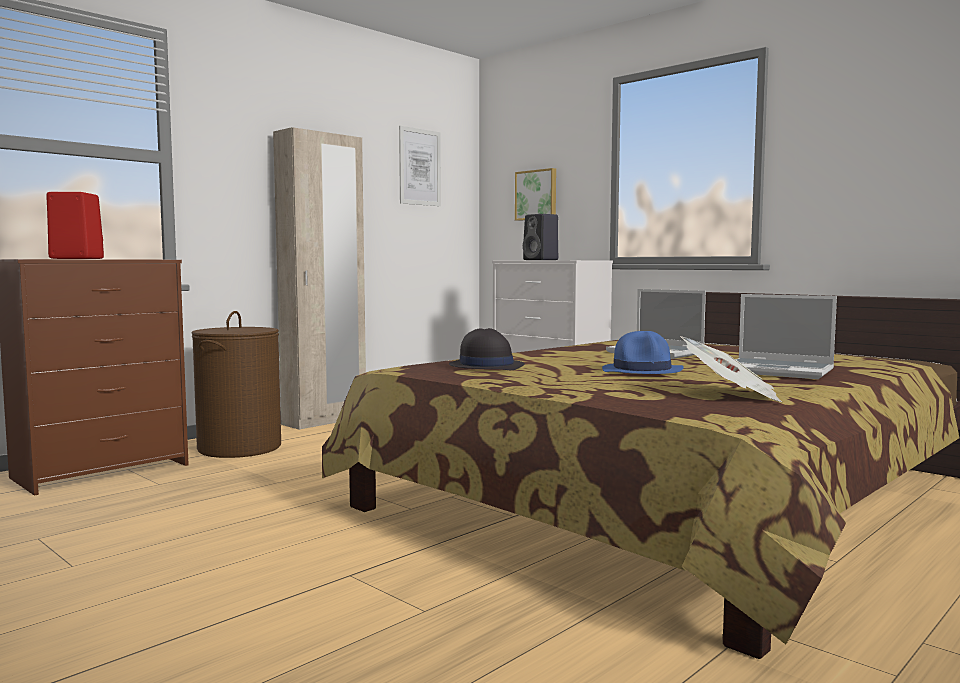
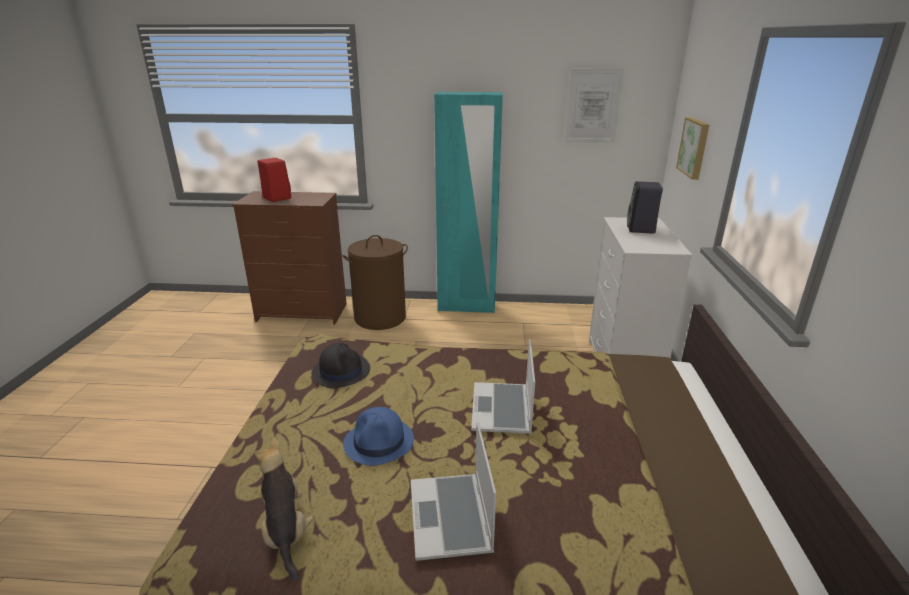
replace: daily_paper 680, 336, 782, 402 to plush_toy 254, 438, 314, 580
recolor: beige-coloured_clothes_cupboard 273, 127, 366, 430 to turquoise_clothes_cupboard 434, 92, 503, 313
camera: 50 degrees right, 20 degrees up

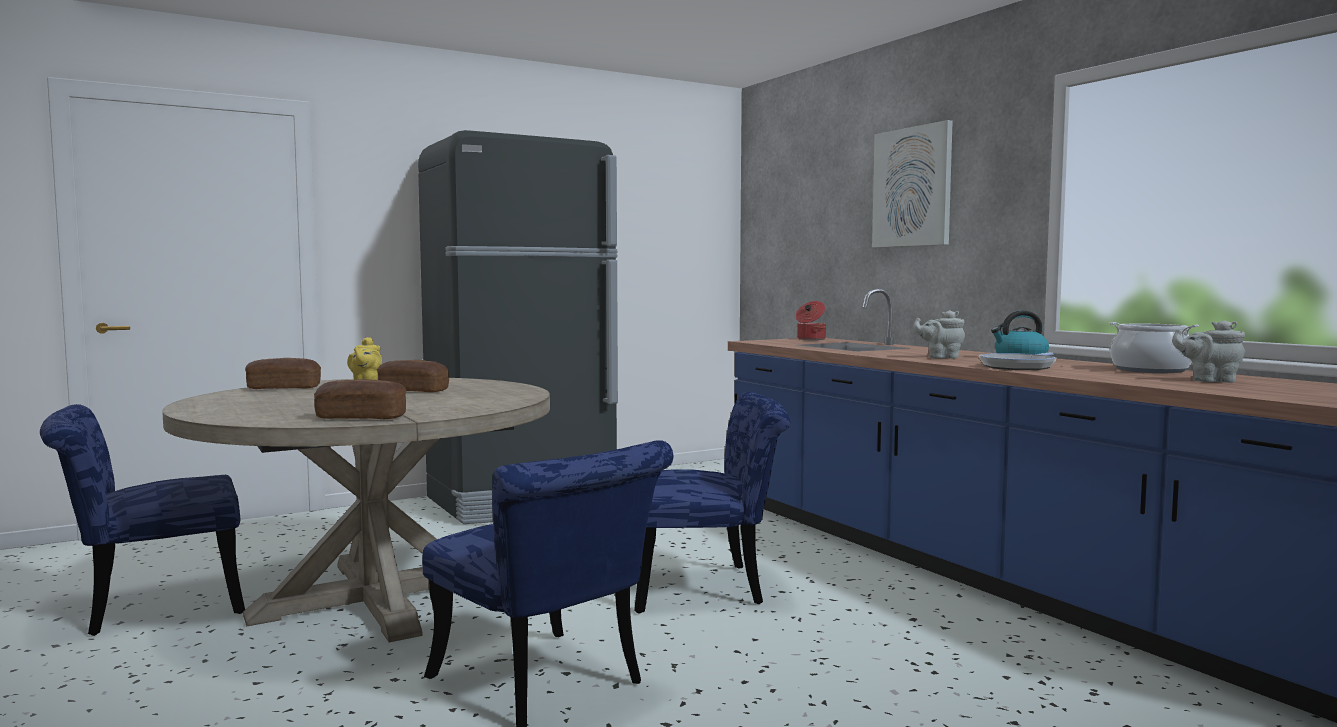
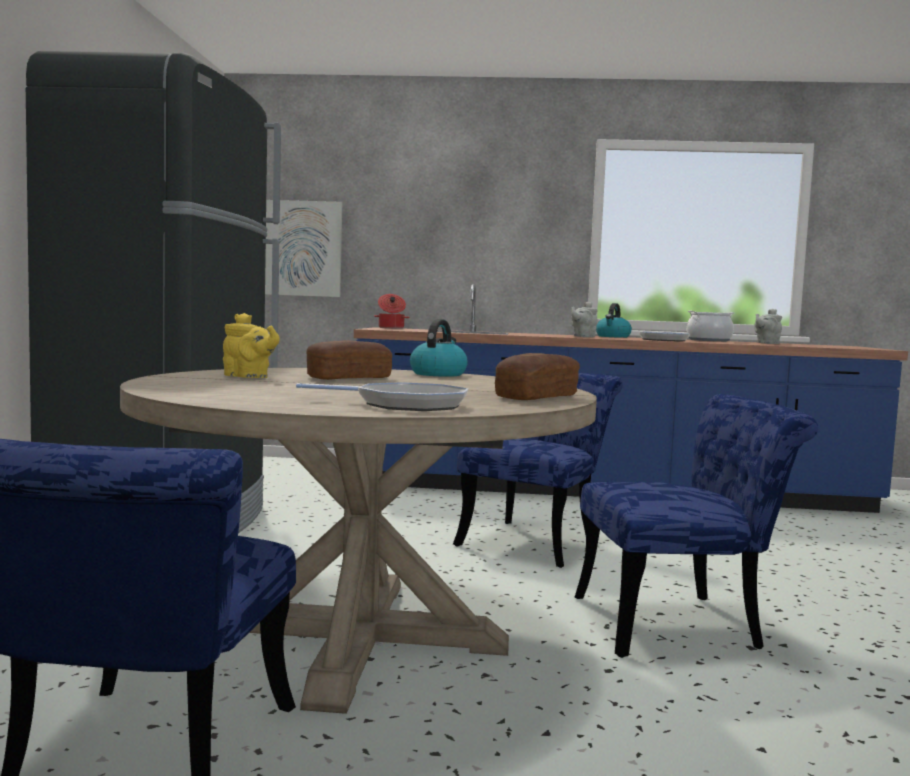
delete: bakery_bread 245, 358, 321, 389
insert: pan 296, 382, 468, 411; kettle 410, 319, 468, 377
move: picture 872, 120, 953, 247 to 265, 200, 342, 297
camera: 55 degrees left, 0 degrees up

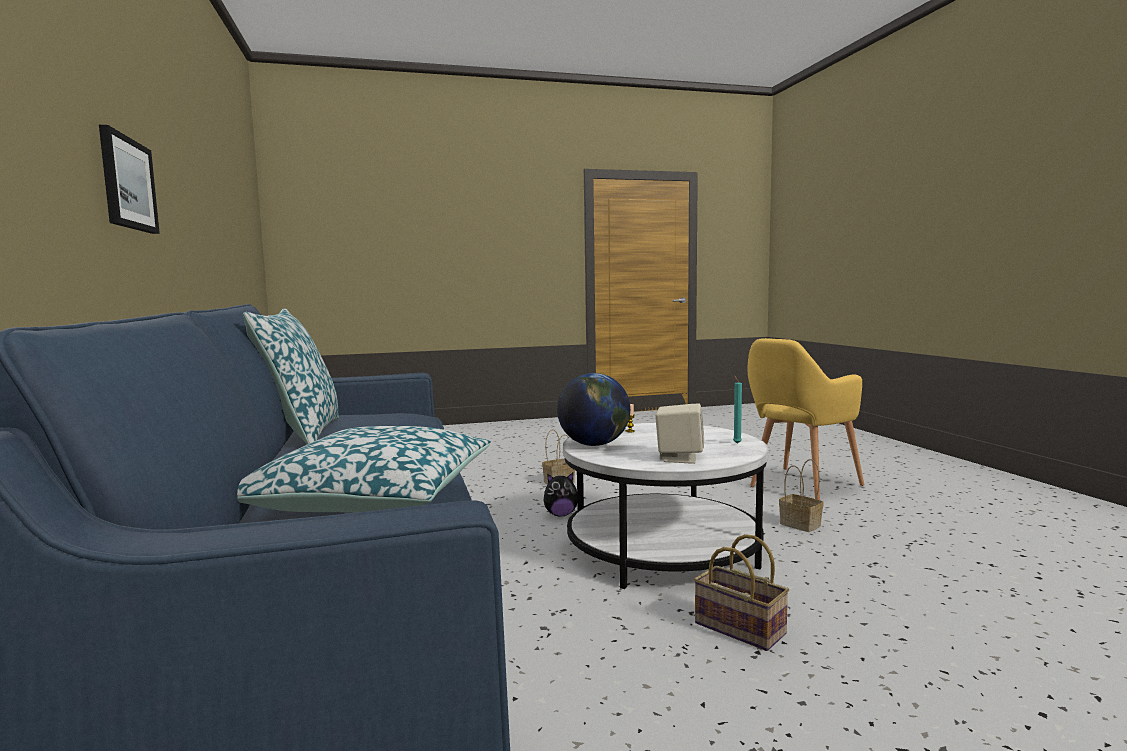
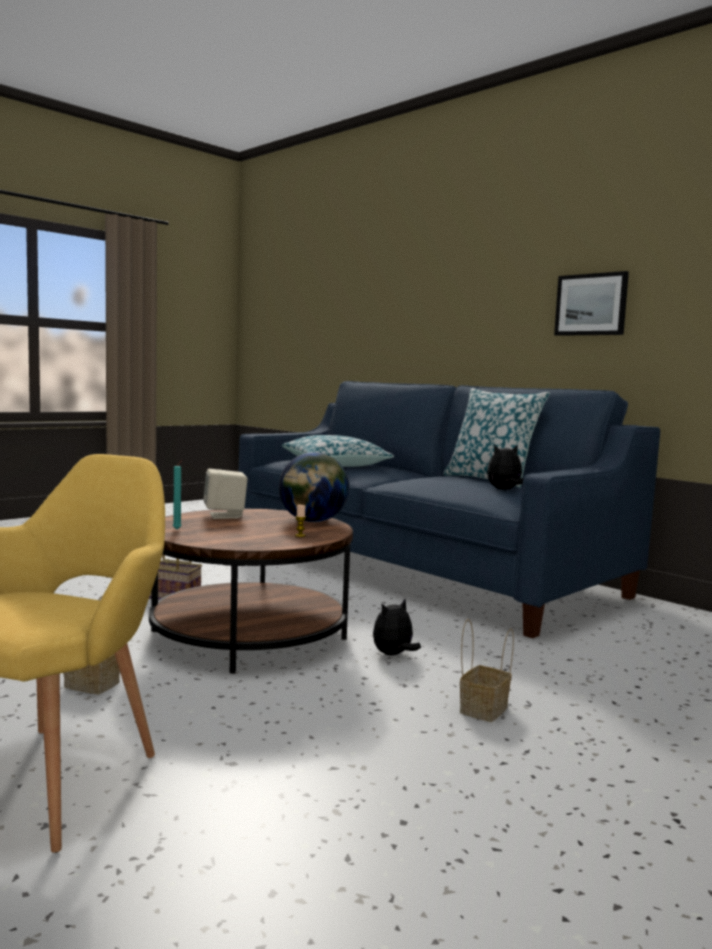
insert: plush_toy 487, 445, 523, 490
recolor: white-coloured_lounge_table 563, 423, 769, 589 to brown_lounge_table 149, 509, 353, 674
camera: 150 degrees right, 0 degrees up

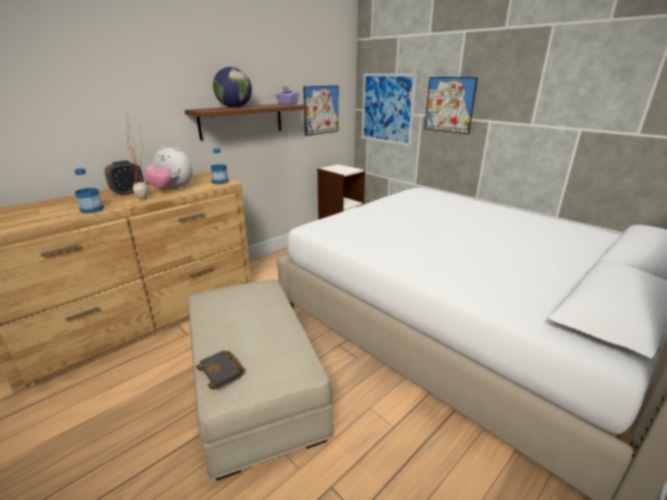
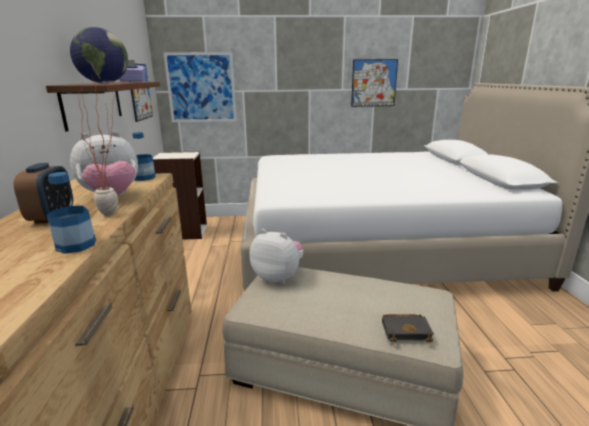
insert: plush_toy 250, 229, 304, 285
move: picture 424, 77, 478, 134 to 351, 59, 398, 107
camera: 50 degrees left, 5 degrees down

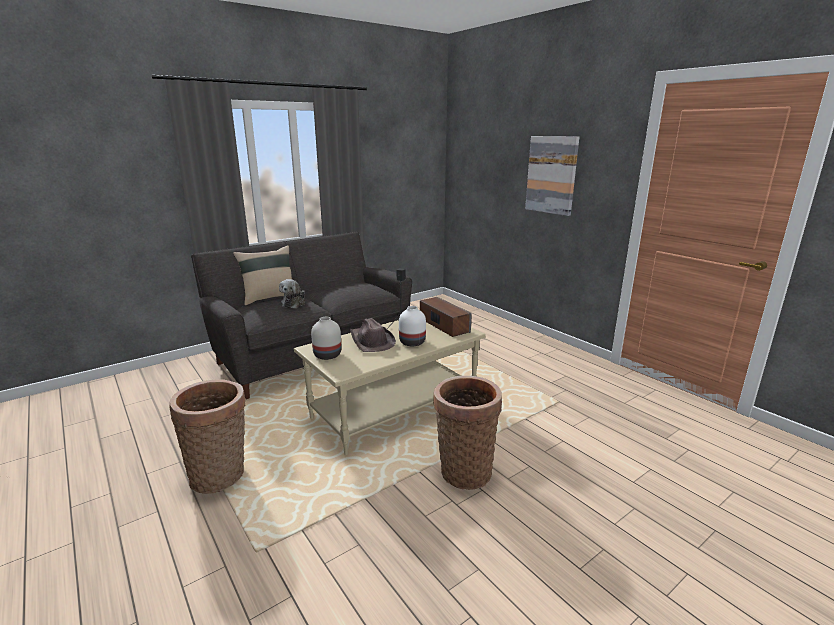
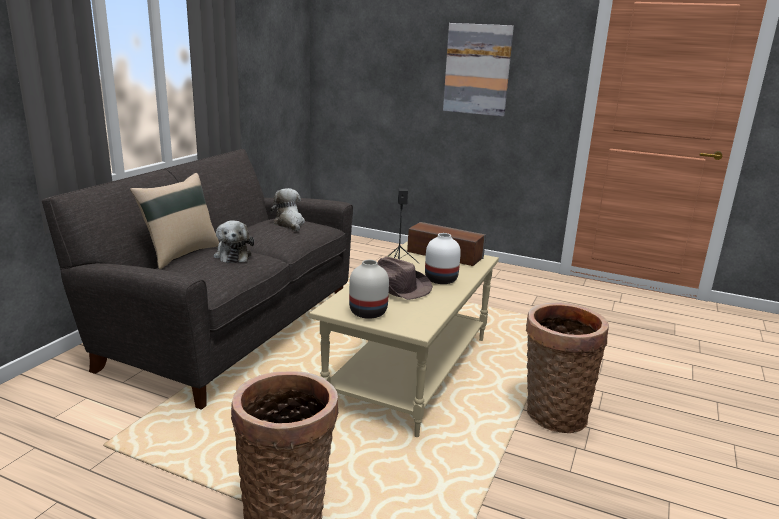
insert: plush_toy 270, 188, 305, 231
camera: 30 degrees left, 0 degrees up

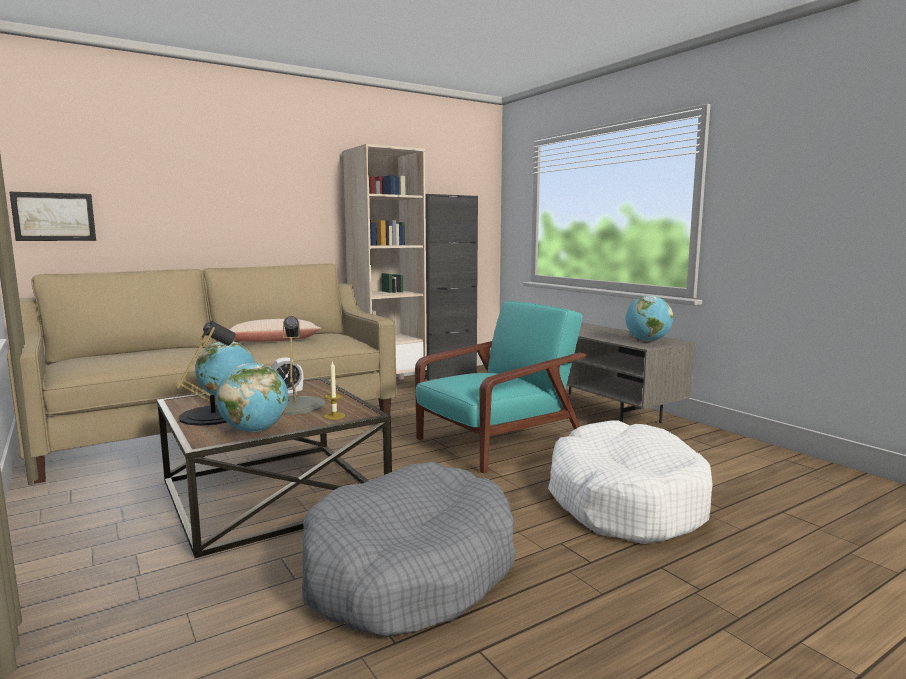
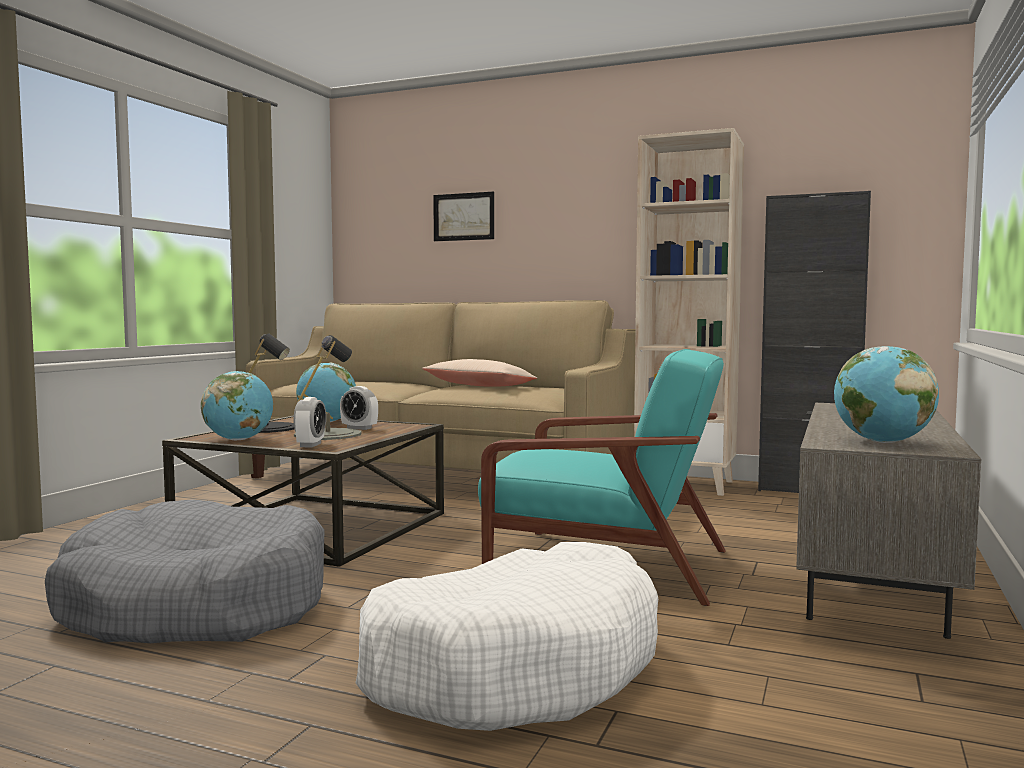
move: picture 9, 192, 96, 241 to 433, 191, 494, 241
replace: candle 324, 361, 345, 420 to bedside_clock 293, 397, 326, 448
camera: 55 degrees right, 5 degrees down

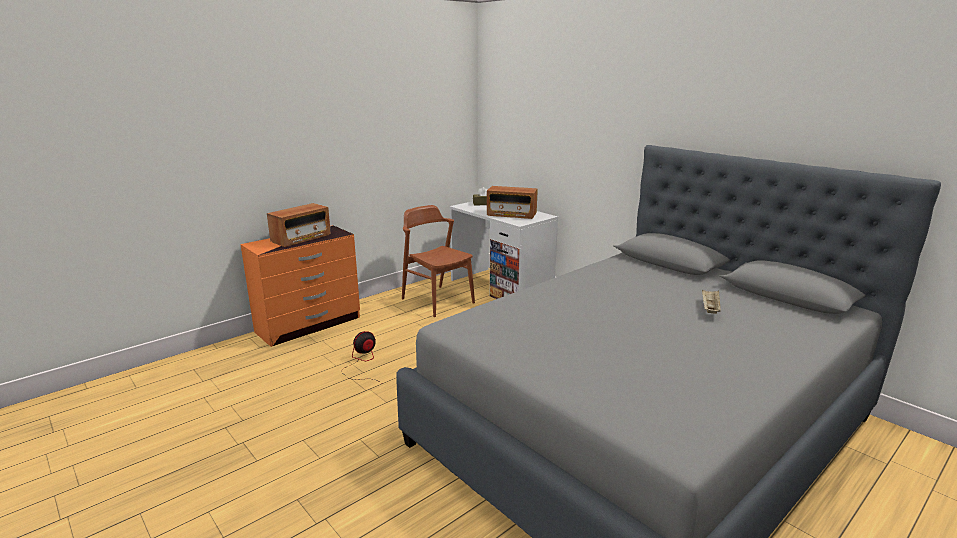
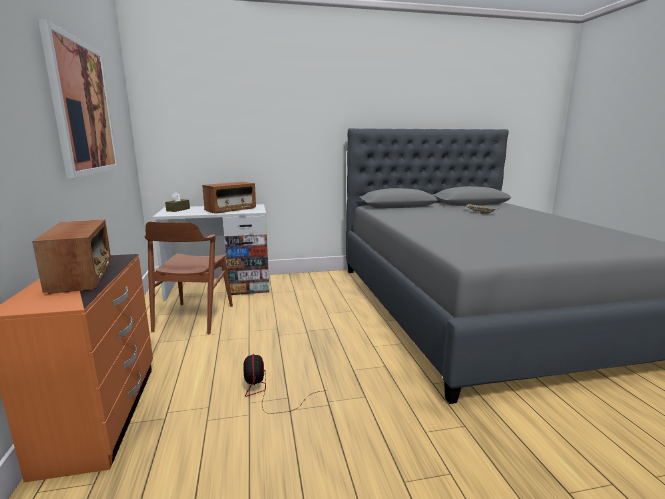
insert: picture 38, 19, 119, 178
rotate: brown_plain_chair 402, 205, 475, 317 = 144, 222, 233, 334 75 degrees counterclockwise
camera: 60 degrees left, 5 degrees down

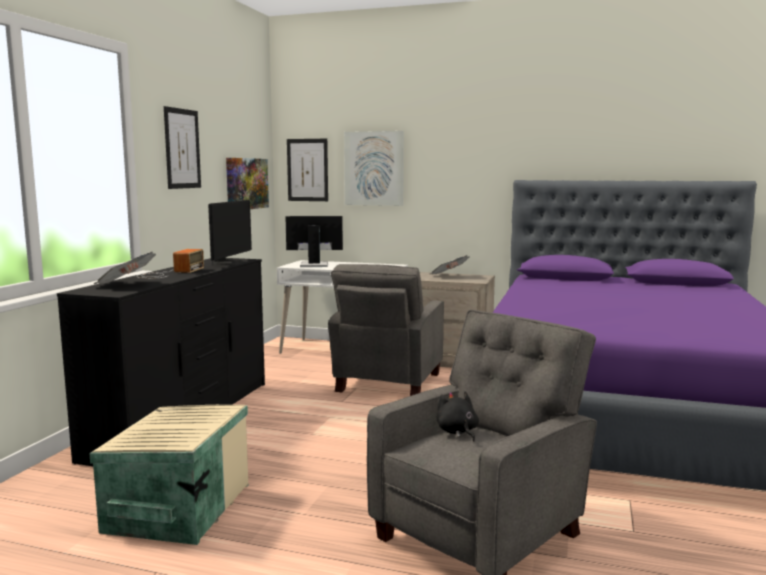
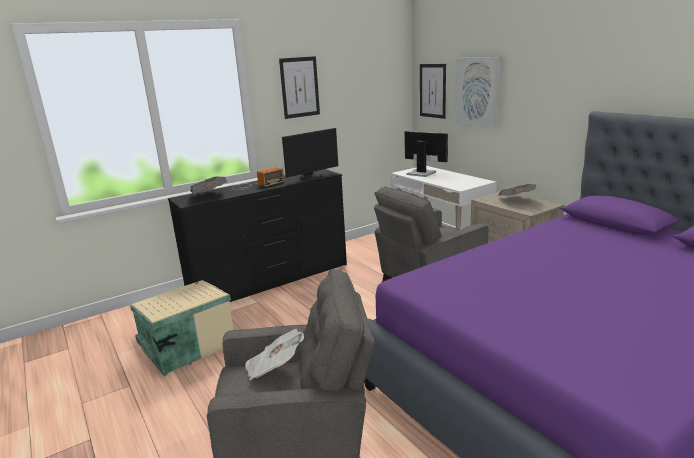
delete: picture 226, 158, 269, 209
replace: black_plush_toy 436, 391, 479, 441 to daily_paper 245, 329, 304, 381
camera: 40 degrees right, 10 degrees up

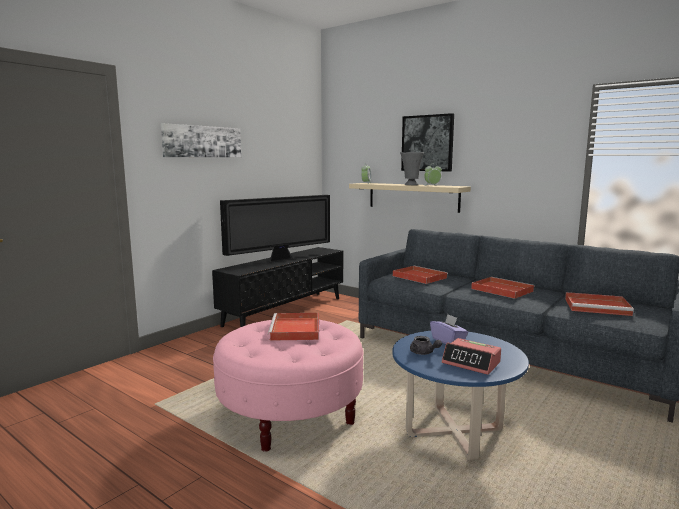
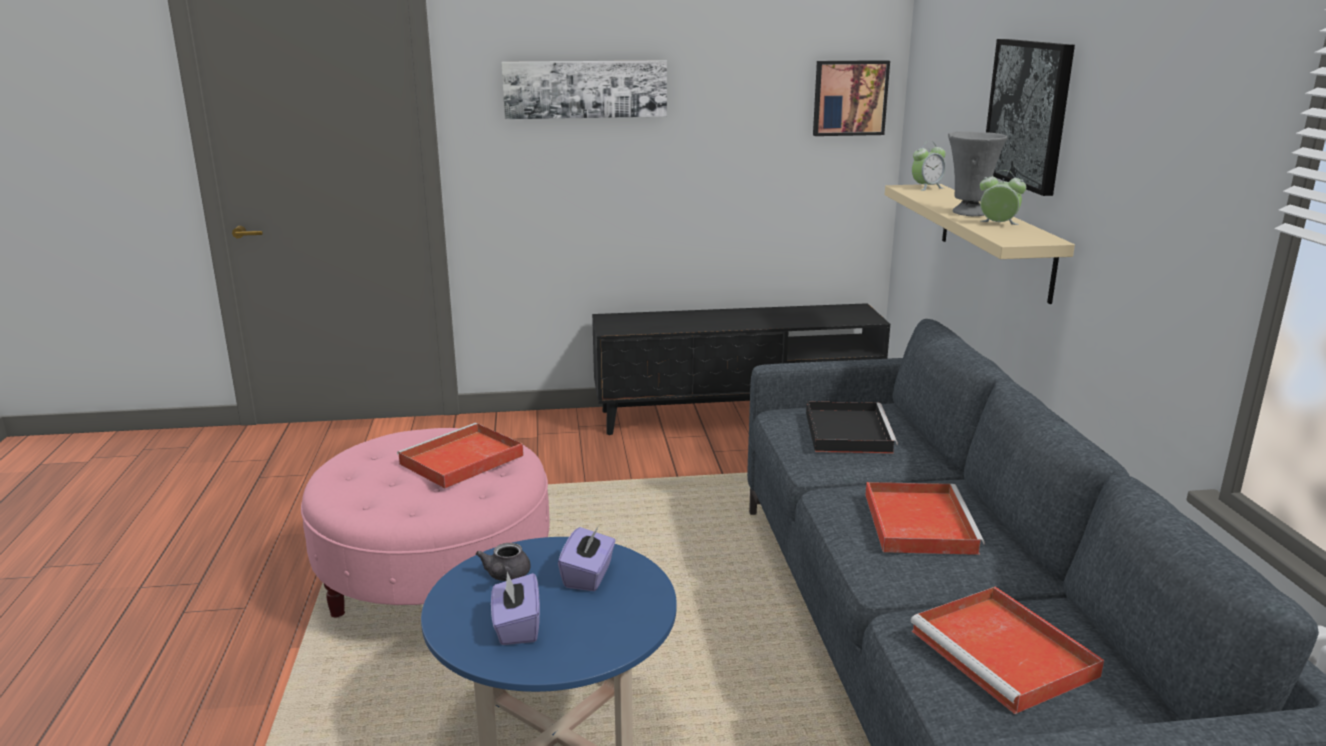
delete: TV_set 220, 195, 330, 262
insert: picture 813, 60, 890, 136
replace: bedside_clock 442, 338, 501, 375 to purplish_tissue_holder 491, 572, 540, 645
recolor: reddish_serving_tray 393, 266, 448, 284 to black_serving_tray 806, 401, 898, 453
camera: 45 degrees right, 10 degrees up

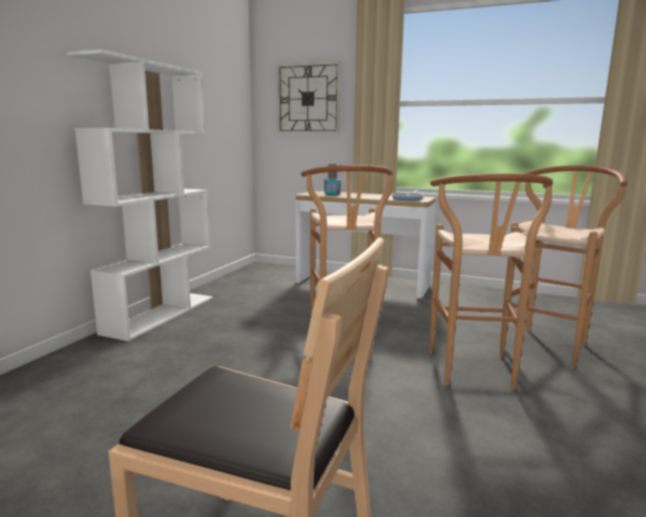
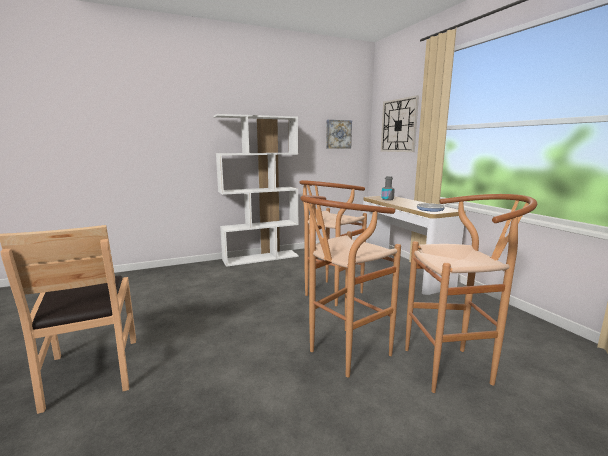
insert: picture 326, 120, 352, 148
camera: 45 degrees right, 0 degrees up

